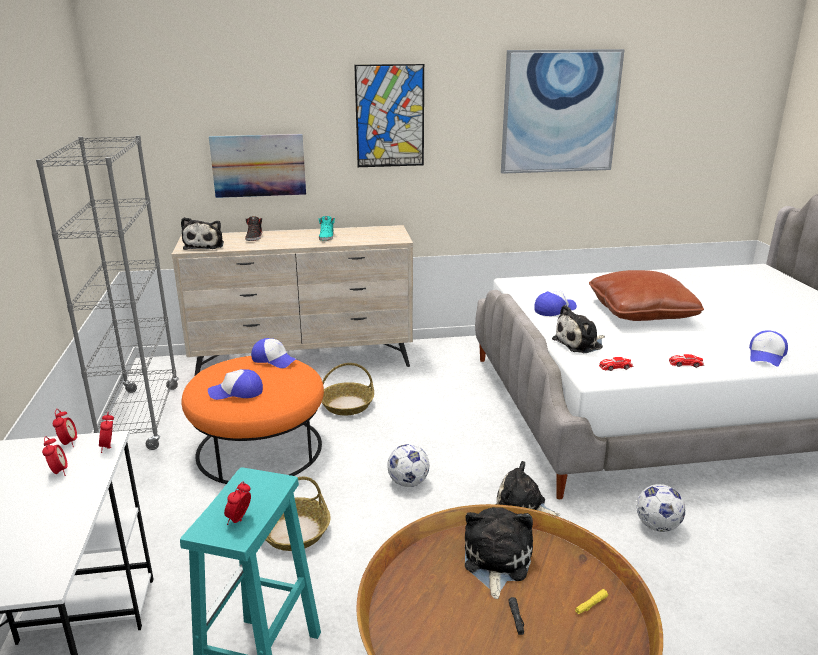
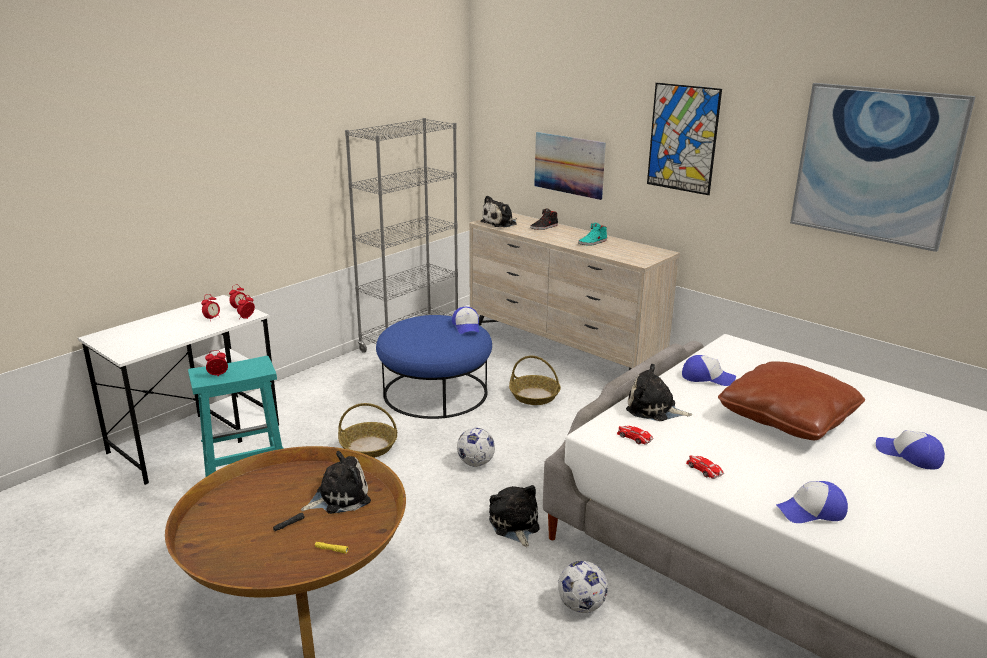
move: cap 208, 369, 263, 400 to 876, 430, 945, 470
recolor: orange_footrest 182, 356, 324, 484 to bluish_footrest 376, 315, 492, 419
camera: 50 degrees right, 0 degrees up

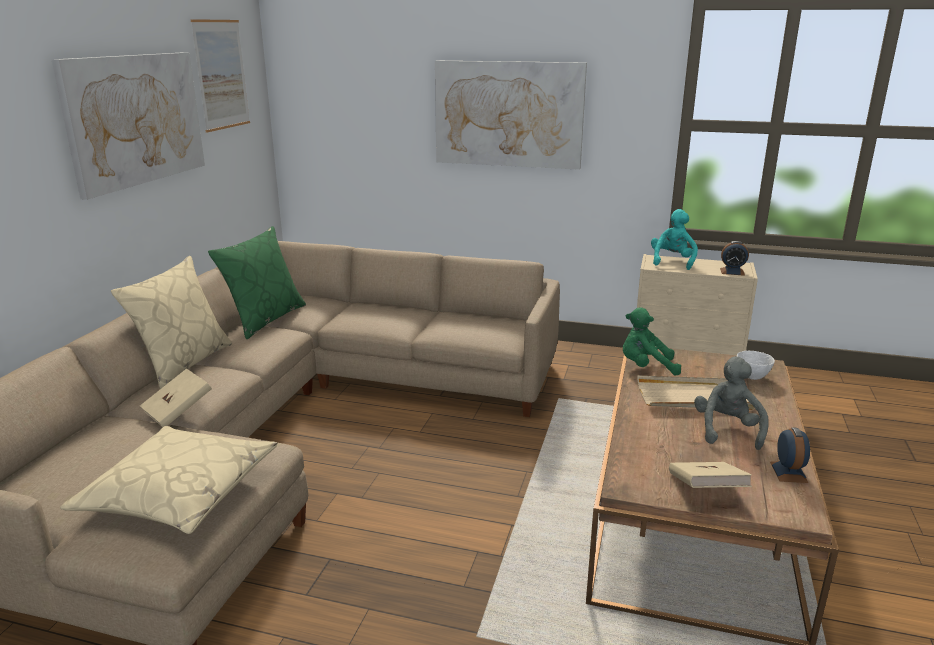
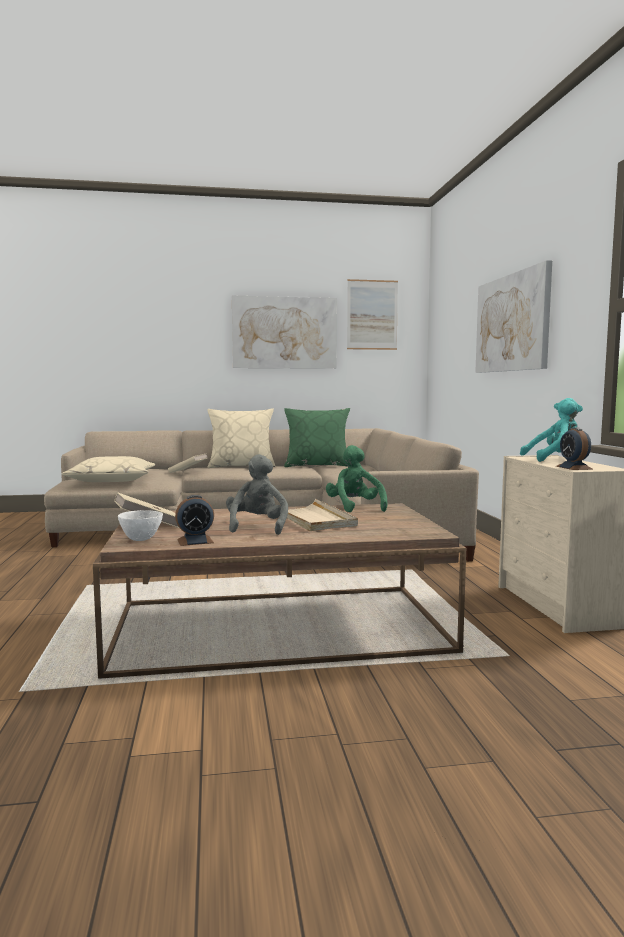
move: white-coloured_serving_bowl 737, 351, 775, 380 to 118, 510, 163, 541
rotate: greyish_plush_toy 694, 356, 769, 450 = 226, 454, 288, 535 75 degrees counterclockwise
camera: 65 degrees right, 15 degrees down

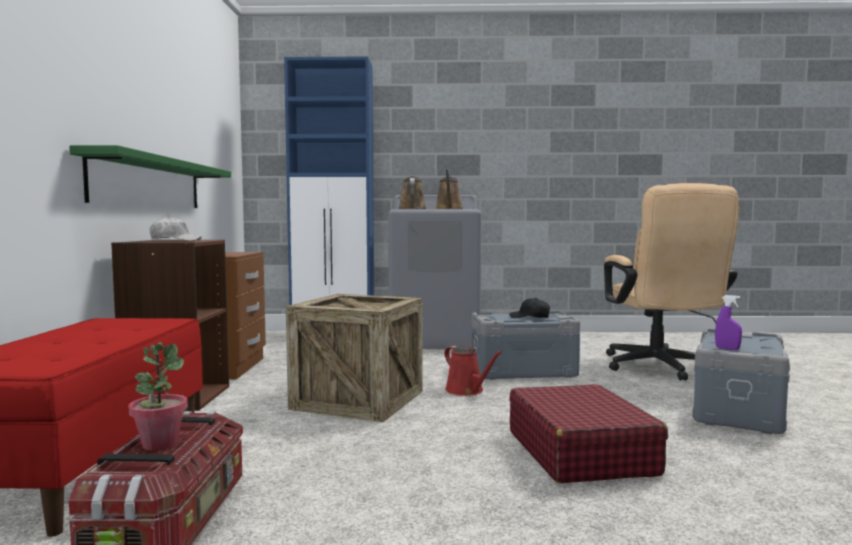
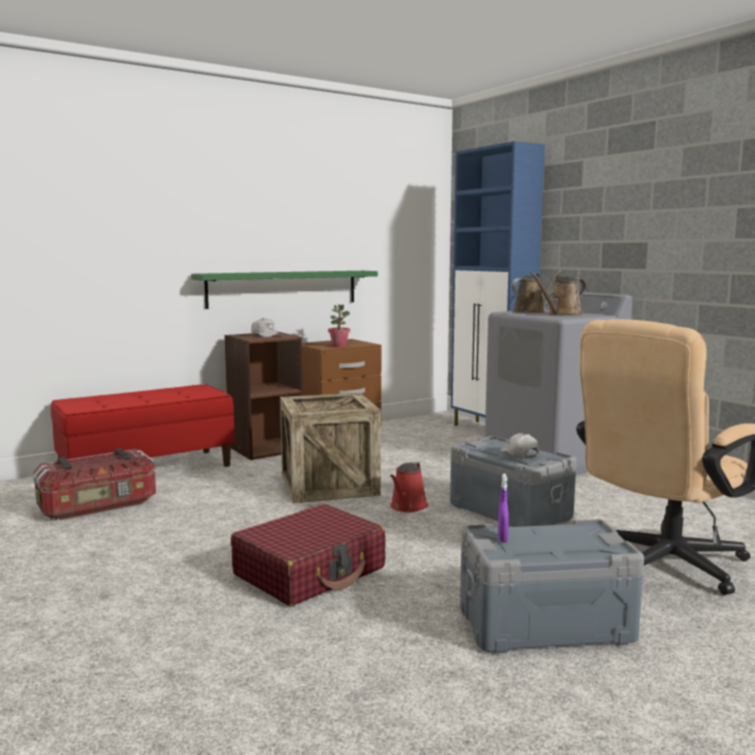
move: houseplant 129, 342, 188, 450 to 328, 304, 350, 347
recolor: black_cap 509, 298, 550, 318 to white-coloured_cap 500, 433, 539, 459
camera: 55 degrees right, 5 degrees up

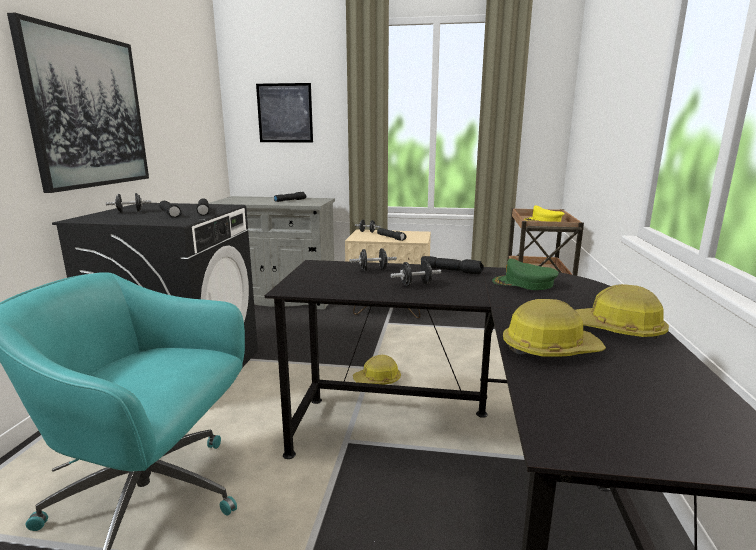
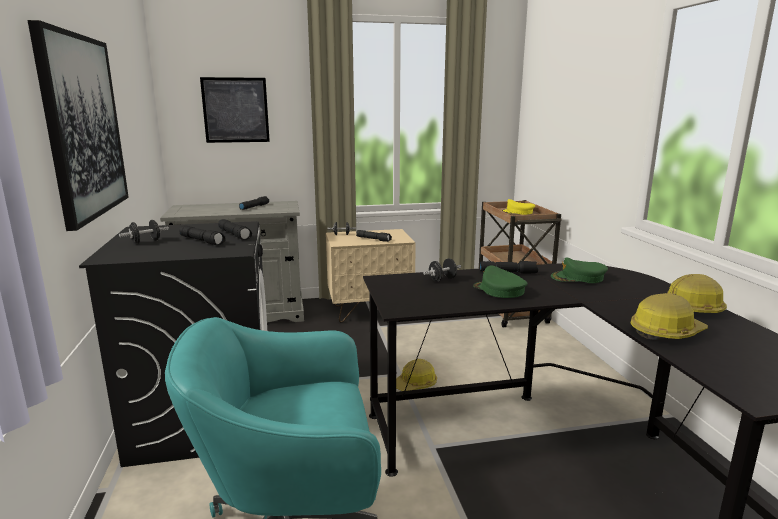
replace: black_free_weight 391, 261, 441, 286 to green-coloured_cap 473, 265, 527, 298
camera: 20 degrees left, 0 degrees up

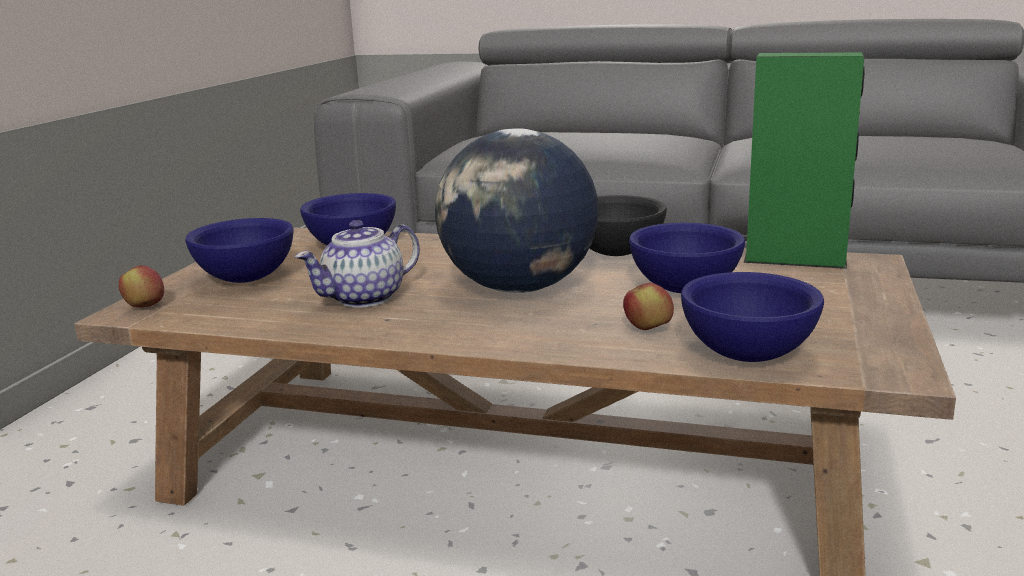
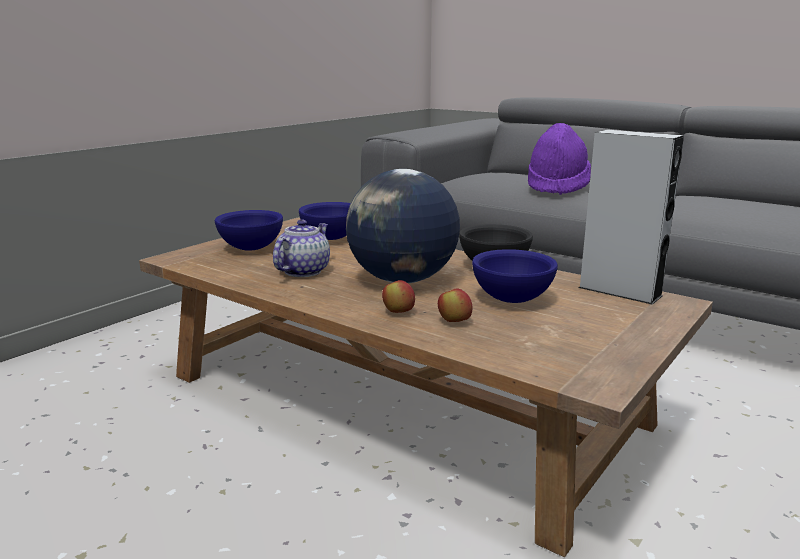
delete: bluish_serving_bowl 681, 272, 824, 362
insert: purplish_wearable_hat 528, 123, 591, 195
move: apple_fruit 119, 265, 164, 308 to 382, 280, 415, 313
recolor: green-coloured_loudspeaker 744, 52, 865, 269 to greyish_loudspeaker 578, 130, 684, 305
rotate: tea_pot 295, 220, 420, 308 = 273, 219, 330, 277 135 degrees clockwise
camera: 20 degrees right, 0 degrees up

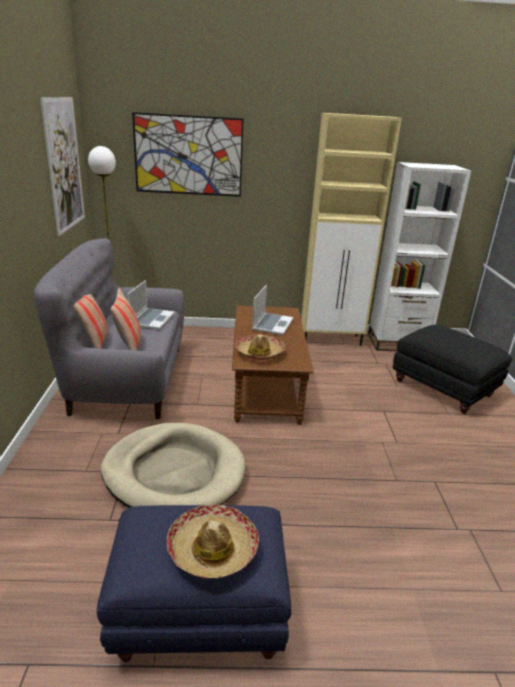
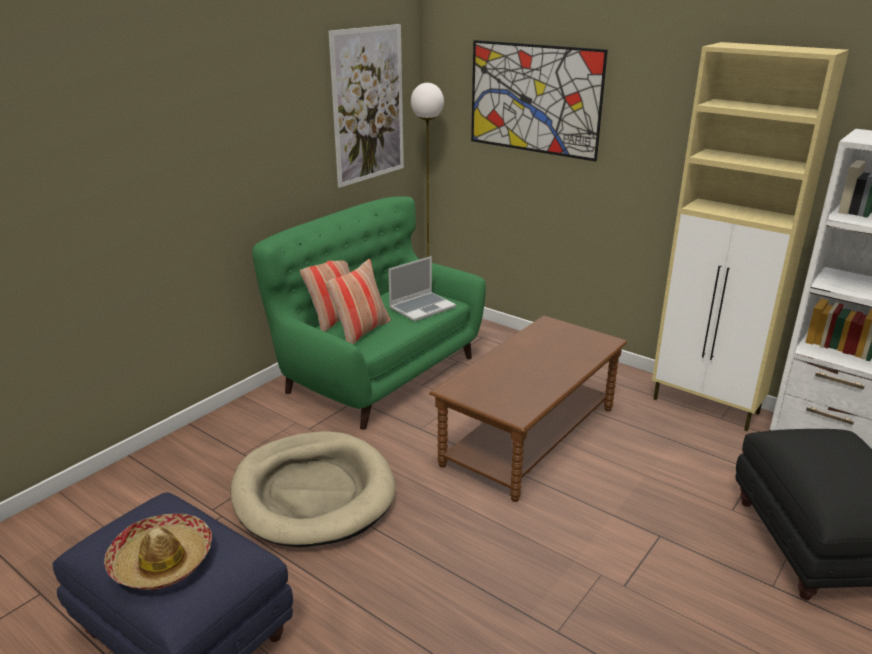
delete: wearable_hat 235, 334, 285, 360; laptop 252, 285, 293, 335
recolor: greyish_sofa 34, 238, 184, 419 to green-coloured_sofa 252, 196, 486, 430
camera: 40 degrees right, 0 degrees up

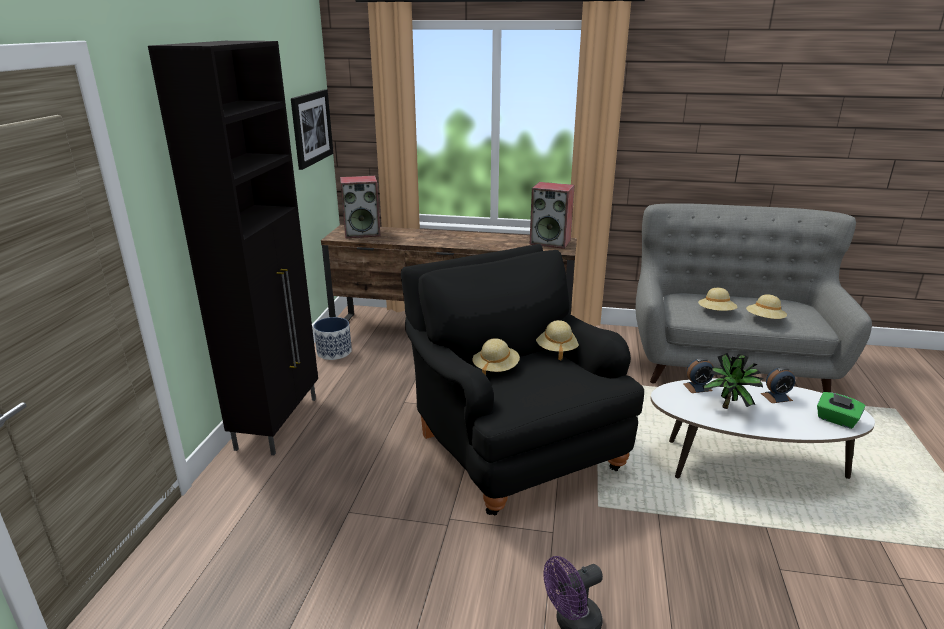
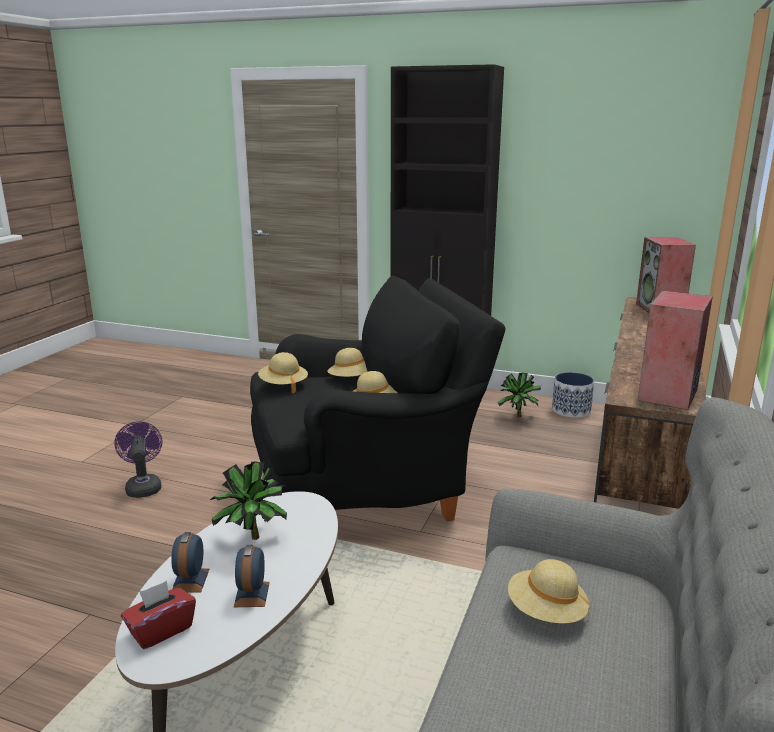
delete: picture 291, 89, 333, 170
insert: houseplant 498, 372, 542, 417
move: bedside_clock 683, 358, 714, 393 to 171, 532, 209, 593; beige-coloured_wearable_hat 746, 294, 787, 319 to 258, 352, 308, 393
recolor: green-coloured_tissue_holder 817, 392, 866, 429 to reddish_tissue_holder 121, 581, 196, 649
camera: 100 degrees right, 5 degrees down

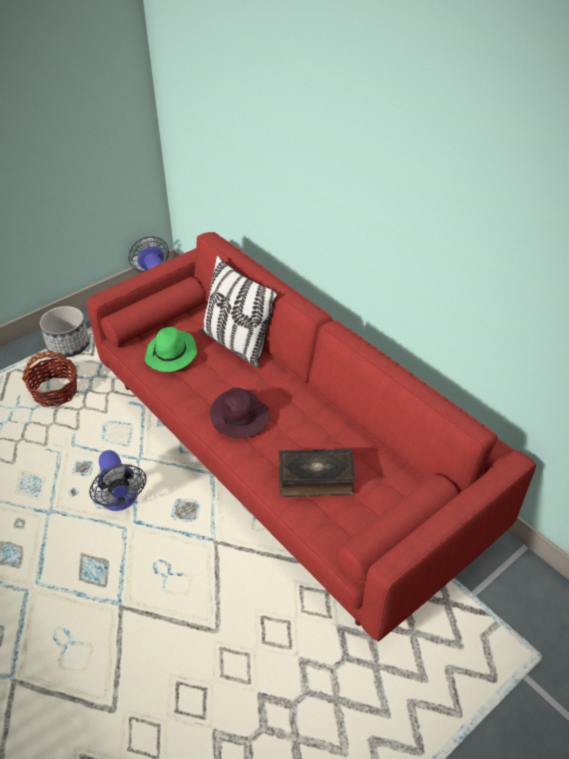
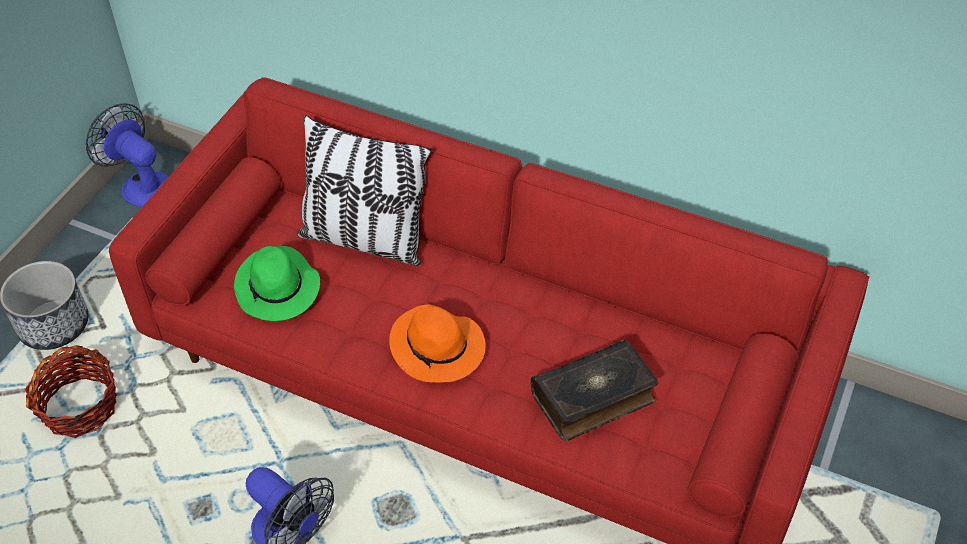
recolor: purplish_wearable_hat 210, 388, 270, 438 to orange_wearable_hat 389, 305, 485, 383
camera: 25 degrees left, 5 degrees up

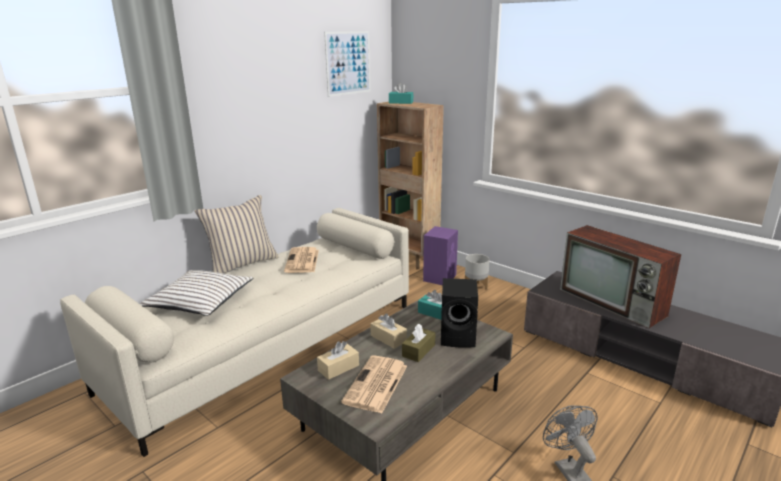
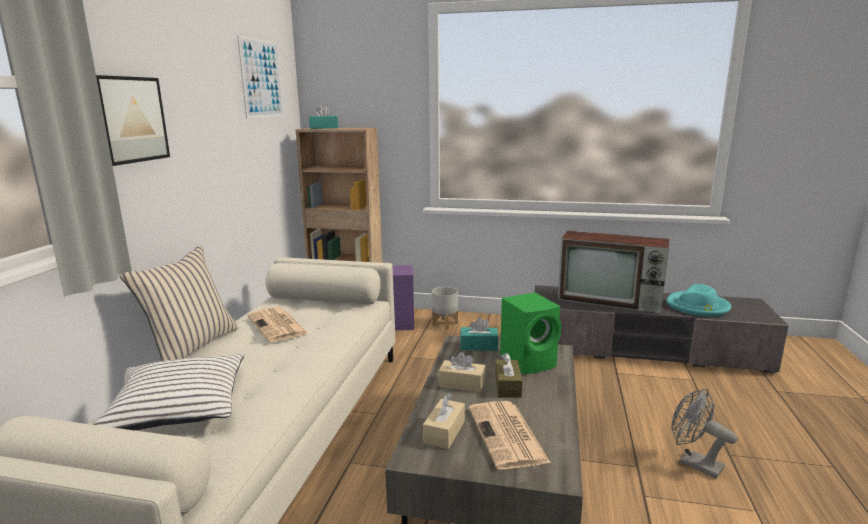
insert: picture 96, 75, 170, 166; turquoise_wearable_hat 666, 284, 731, 317
recolor: black_loudspeaker 441, 278, 478, 348 to green-coloured_loudspeaker 500, 292, 561, 375
camera: 30 degrees left, 5 degrees down

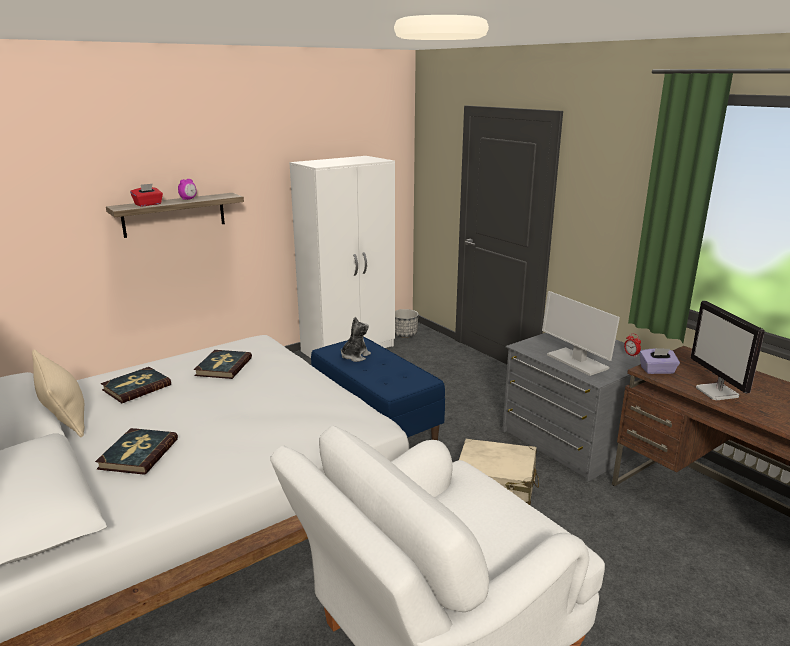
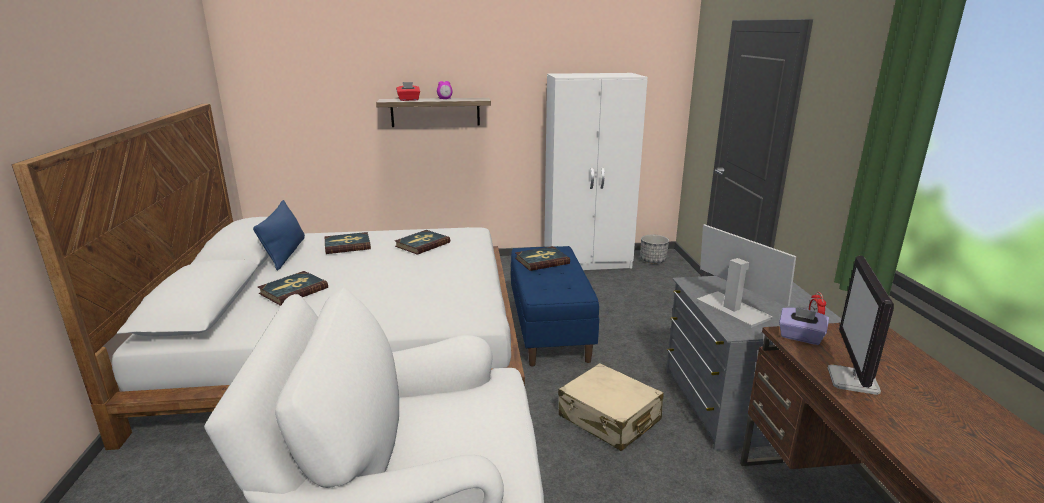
replace: plush_toy 341, 317, 371, 362 to book 515, 246, 570, 271
recolor: beige-coloured_cushion 32, 350, 84, 437 to bluish_cushion 253, 200, 305, 270
rotate: computer_screen 542, 291, 620, 376 = 696, 224, 796, 328 150 degrees clockwise
camera: 30 degrees right, 0 degrees up

